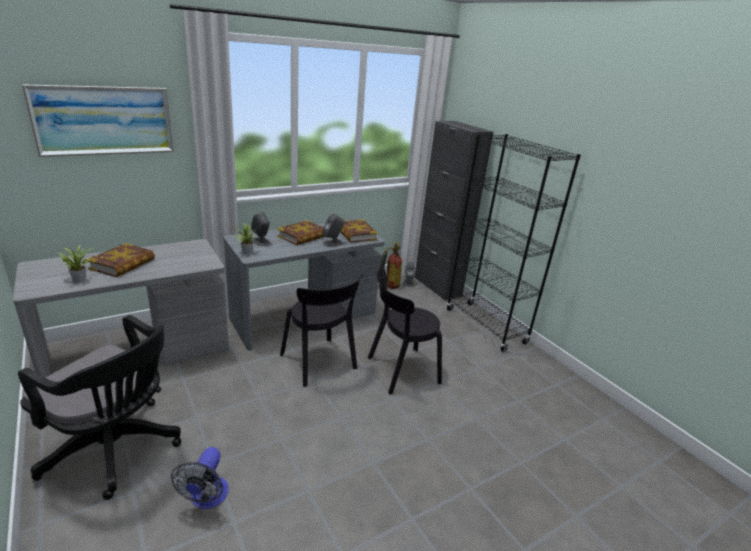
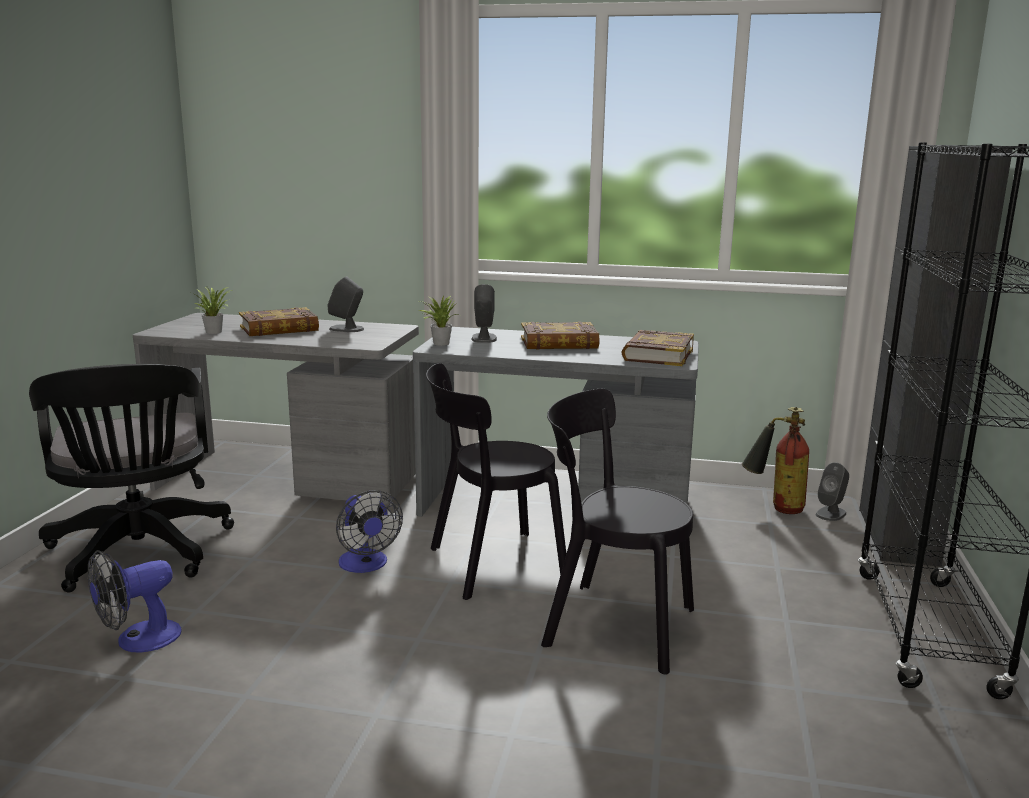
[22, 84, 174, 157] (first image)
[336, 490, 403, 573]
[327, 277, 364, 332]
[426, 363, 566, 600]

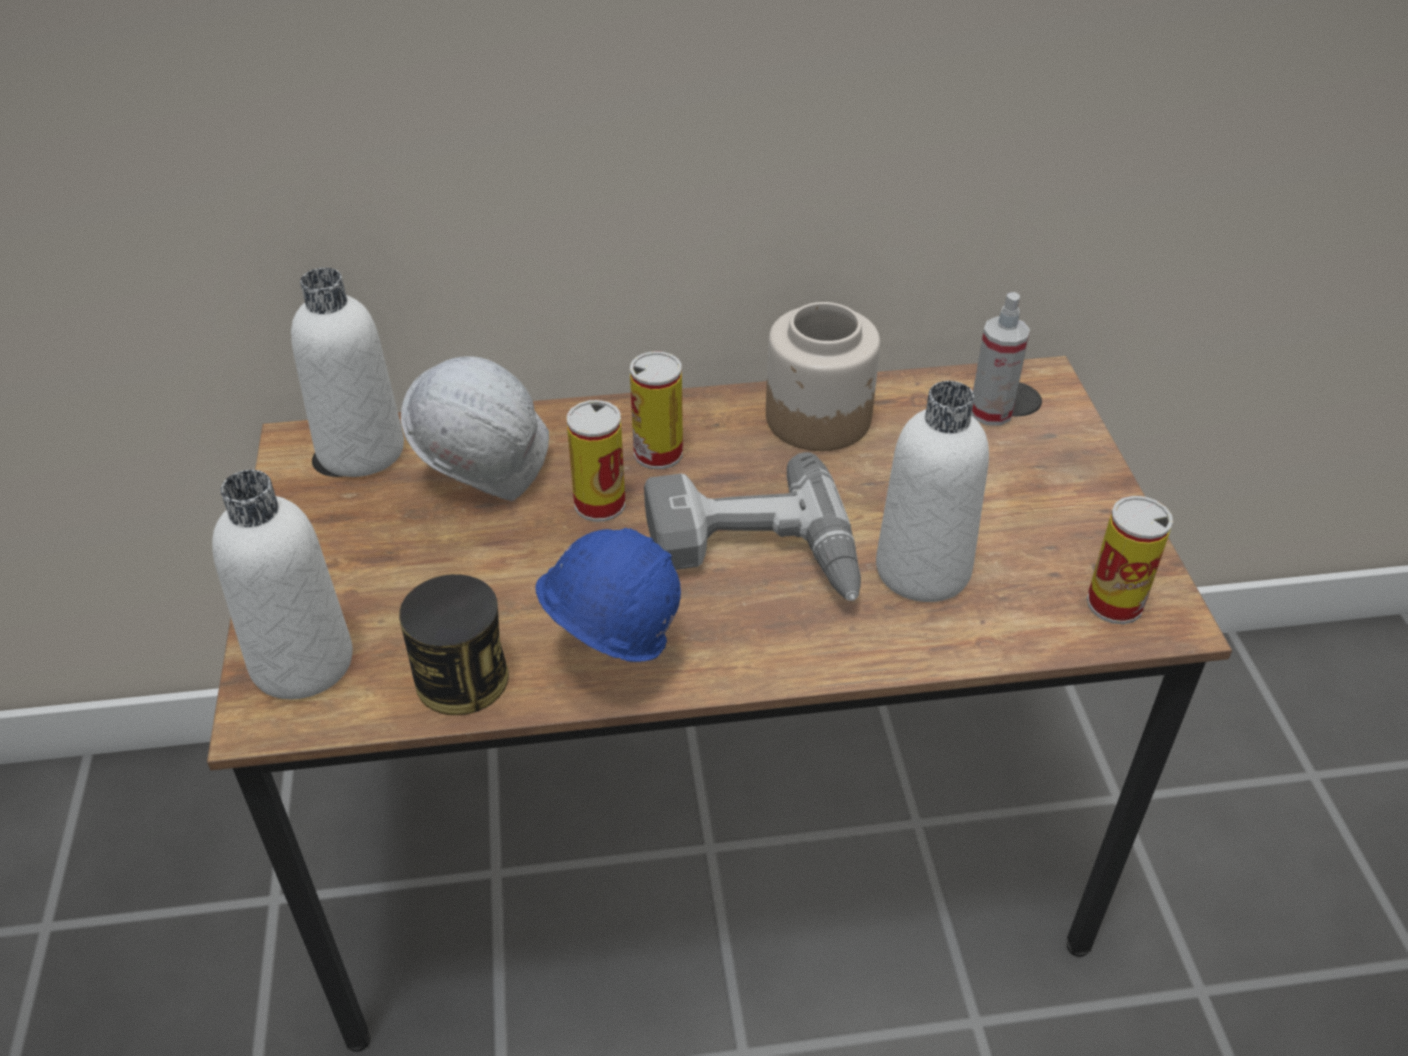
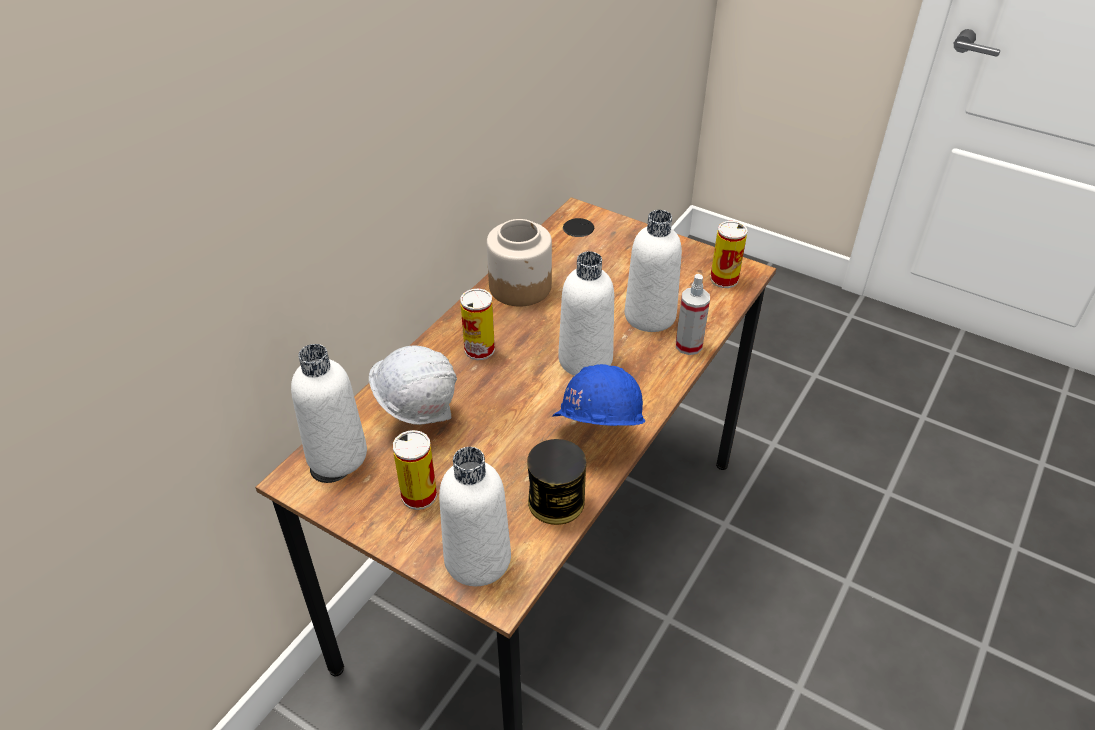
[393, 430, 437, 510]
[676, 274, 710, 355]
[558, 251, 614, 376]

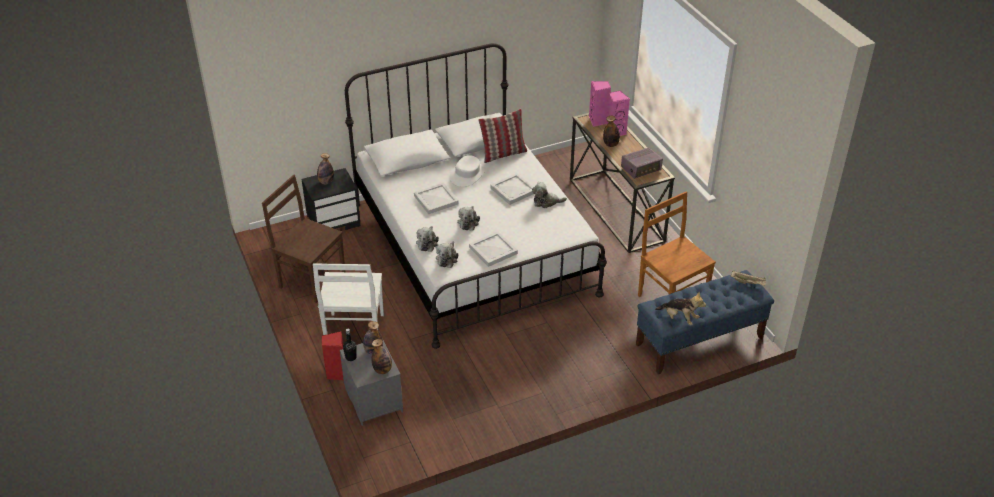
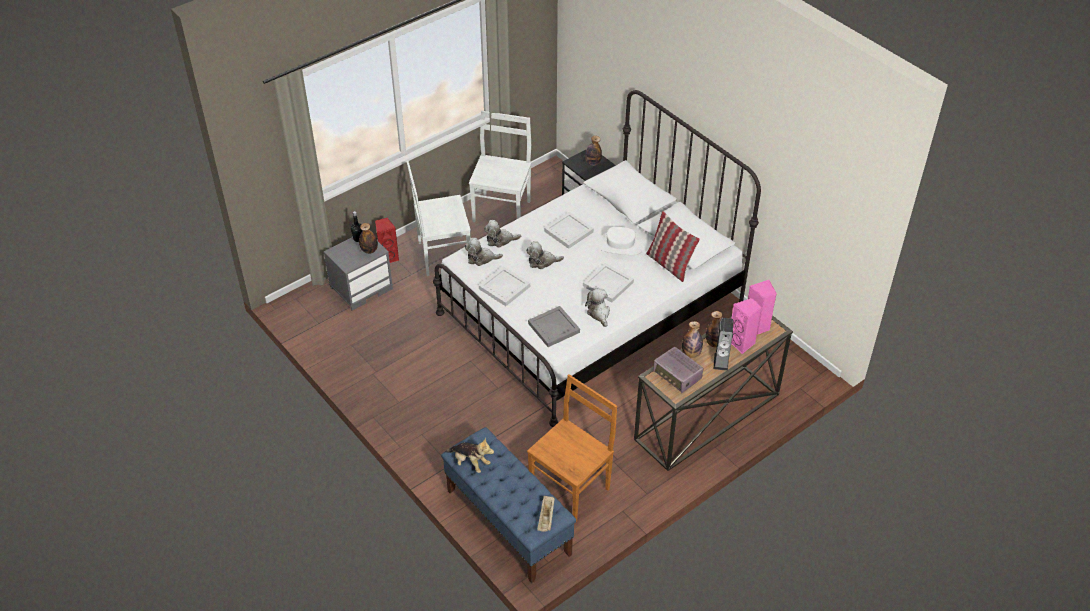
[528, 306, 580, 347]
[714, 318, 734, 371]
[682, 321, 703, 358]
[469, 111, 532, 222]
[445, 438, 494, 473]

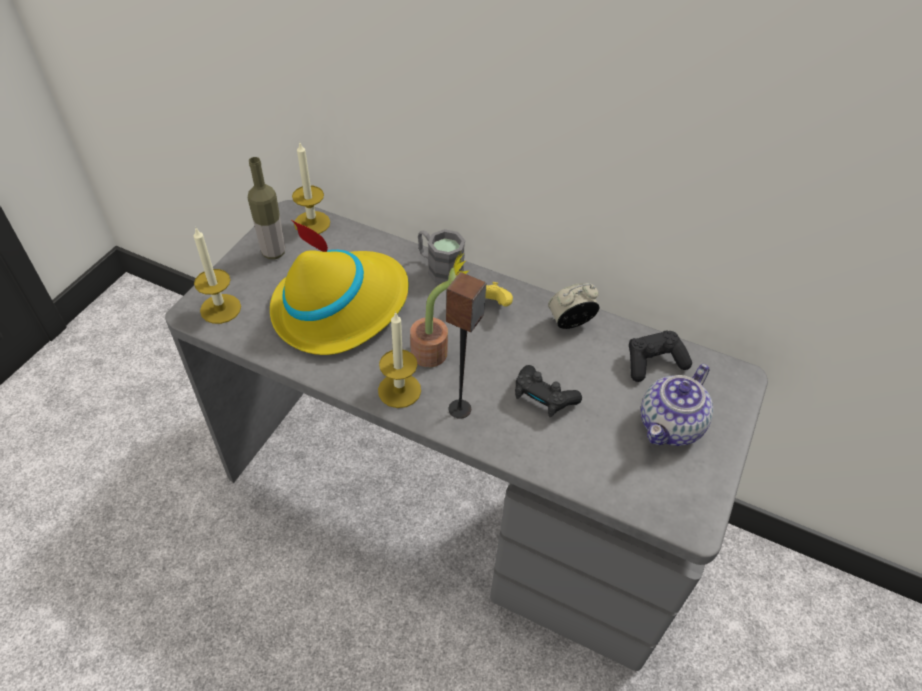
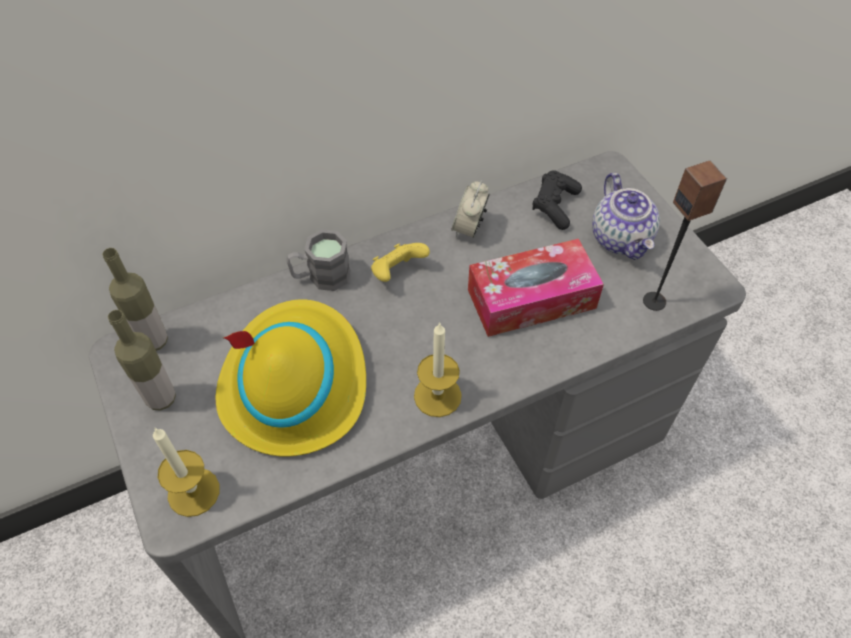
[410, 249, 470, 367] (first image)
[643, 161, 727, 311]
[102, 248, 168, 351]
[468, 239, 604, 337]

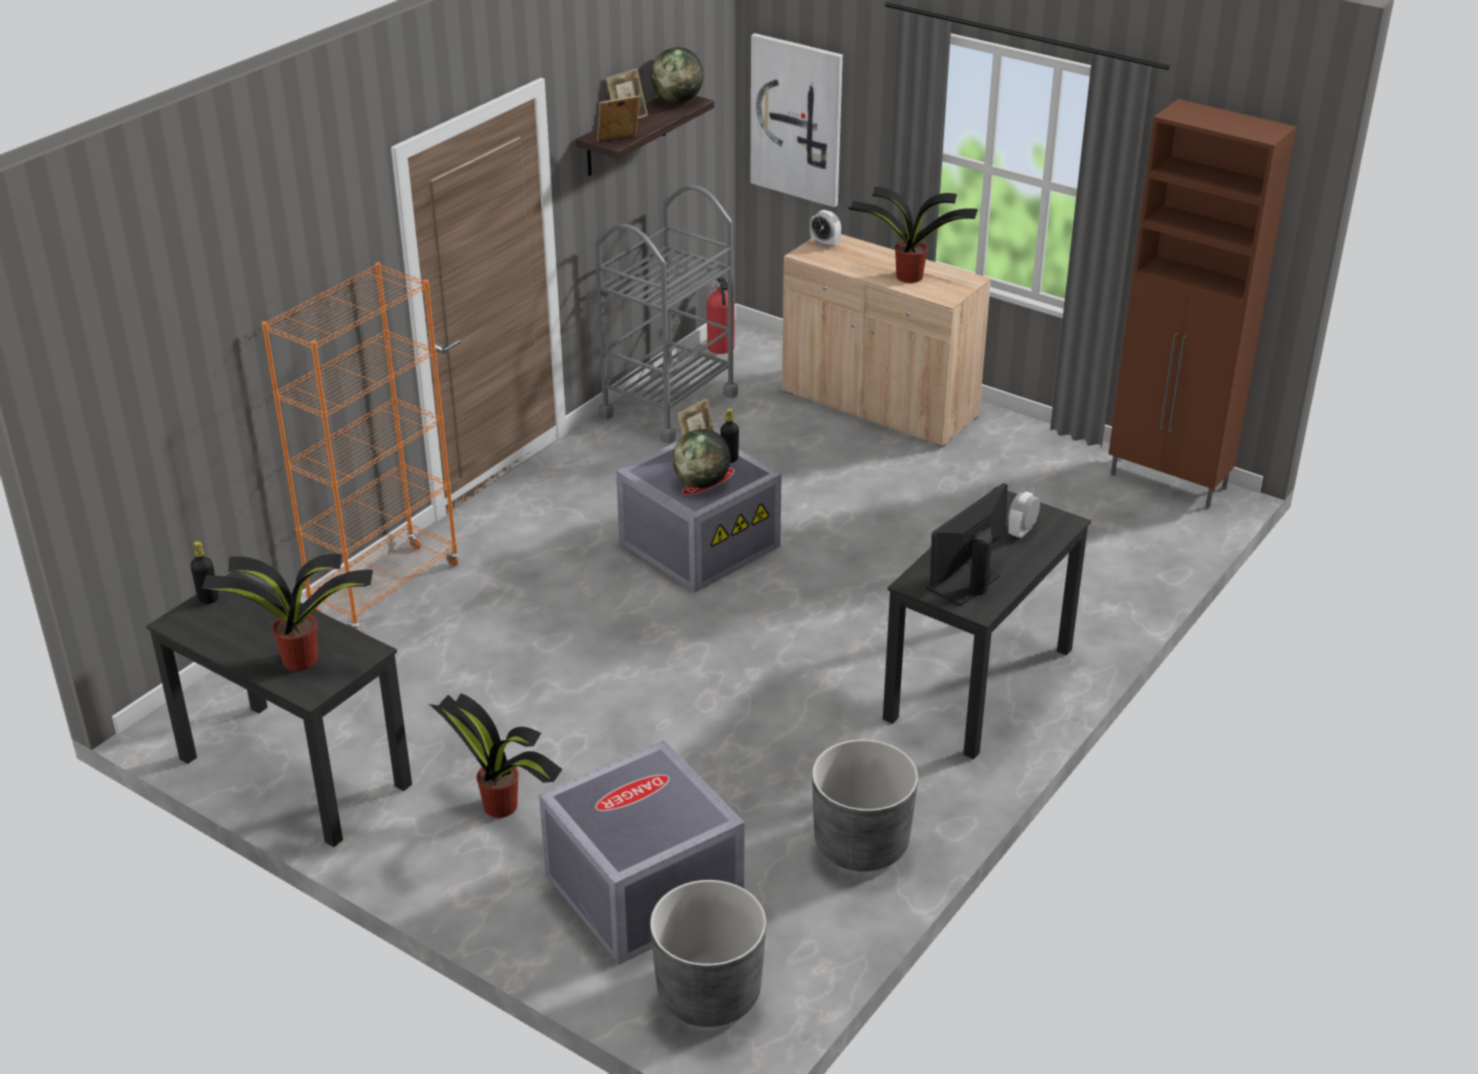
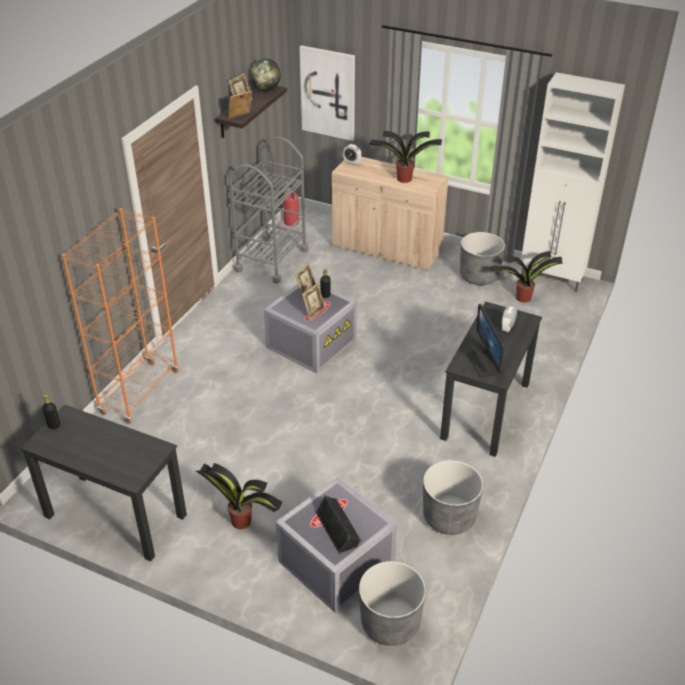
[316, 495, 361, 554]
[460, 232, 505, 285]
[492, 251, 564, 303]
[302, 283, 325, 320]
[520, 72, 625, 292]
[468, 304, 504, 378]

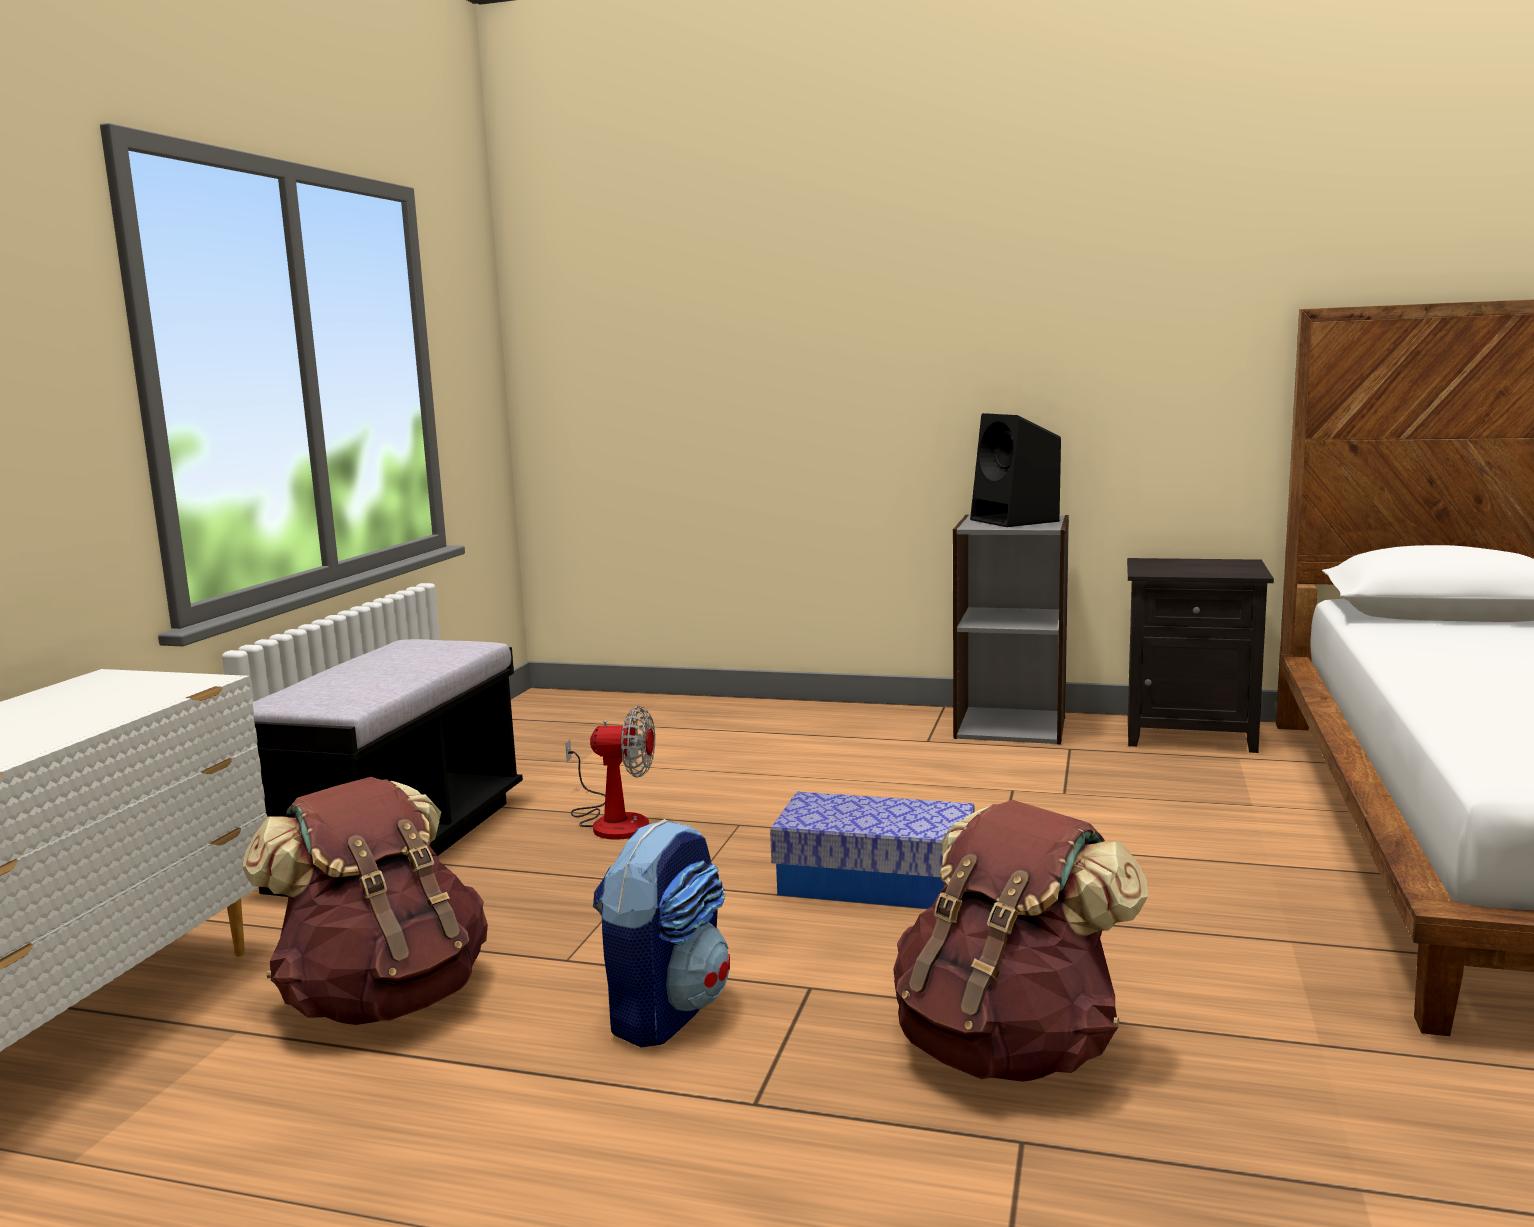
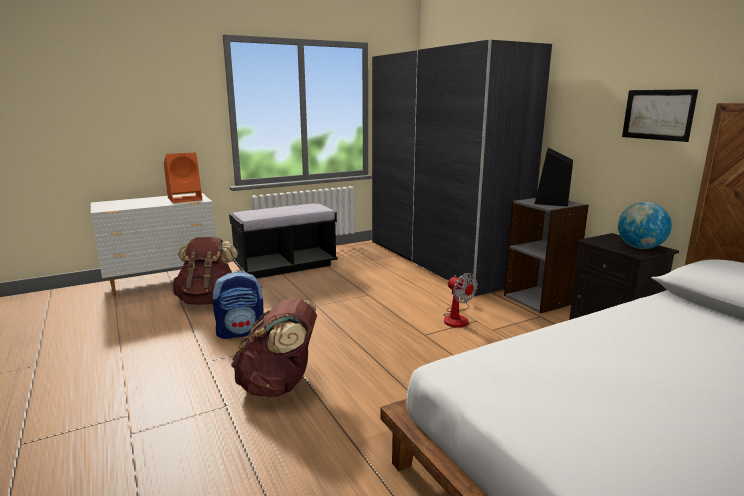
[770, 792, 975, 909] (first image)
[164, 153, 203, 203]
[372, 40, 552, 296]
[618, 202, 672, 249]
[622, 89, 698, 142]
[443, 273, 478, 328]

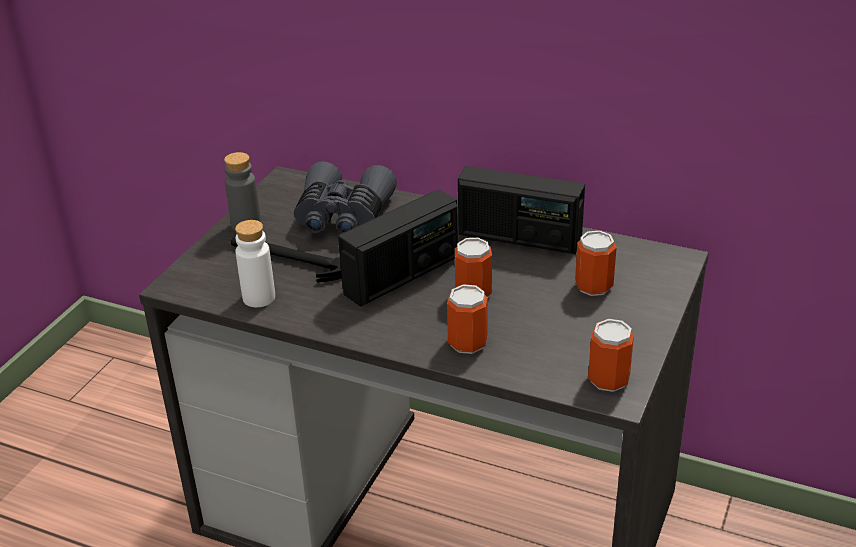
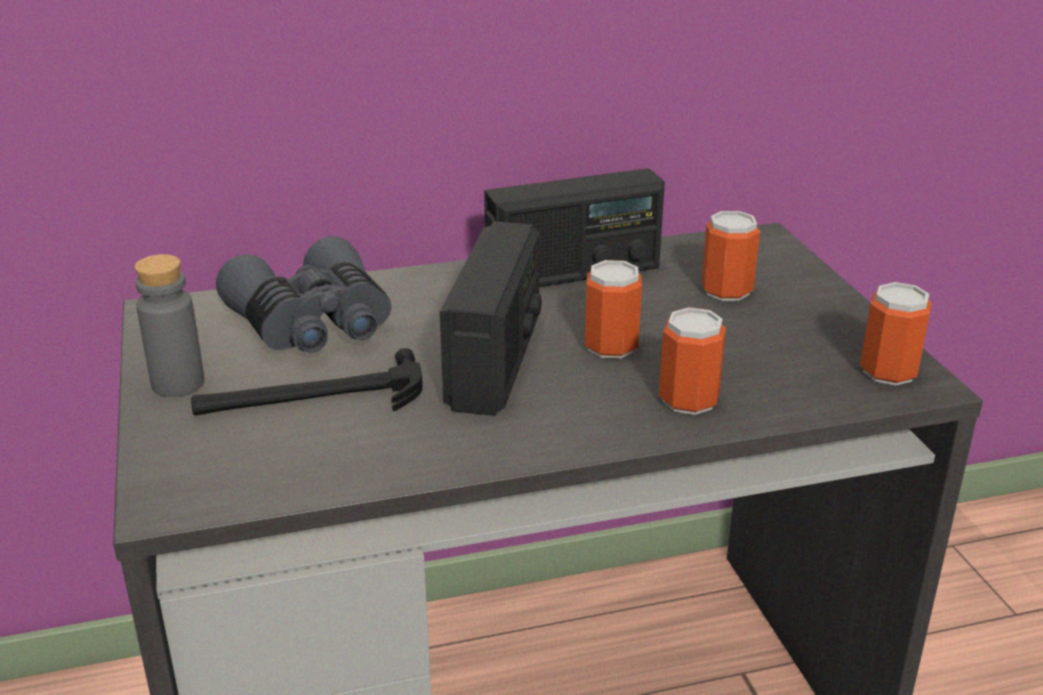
[235, 220, 275, 307] (first image)

